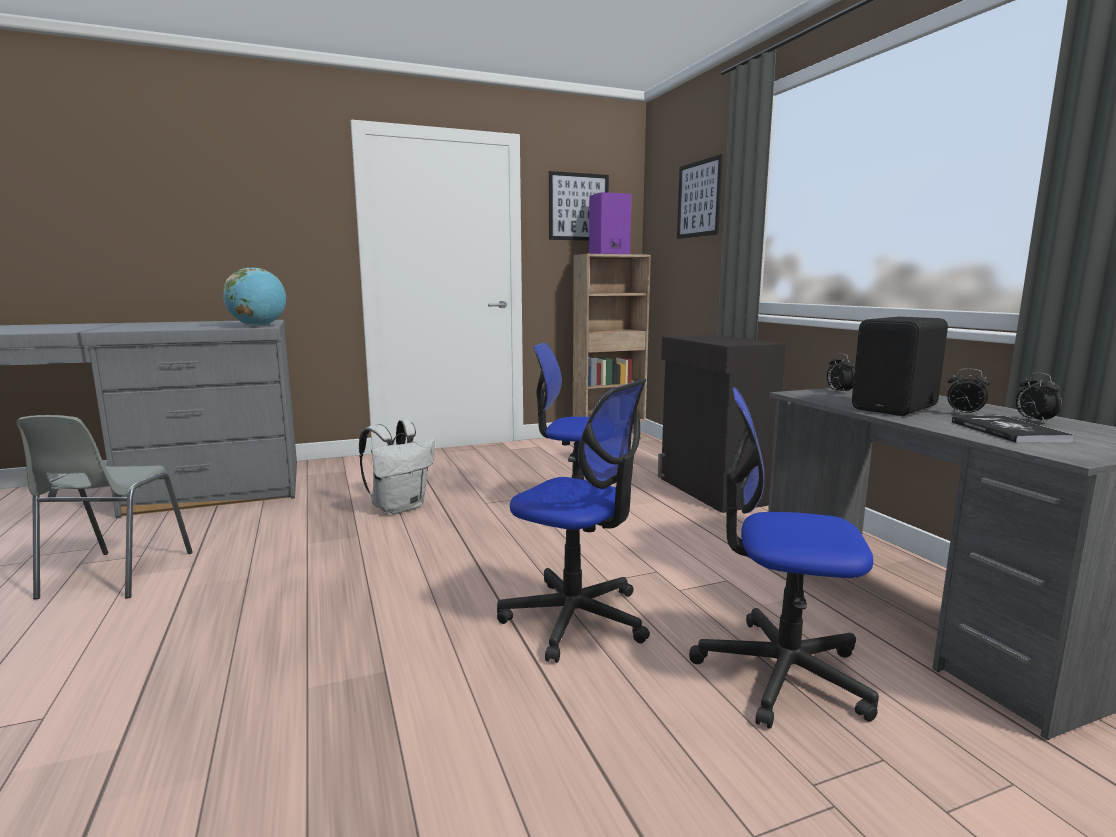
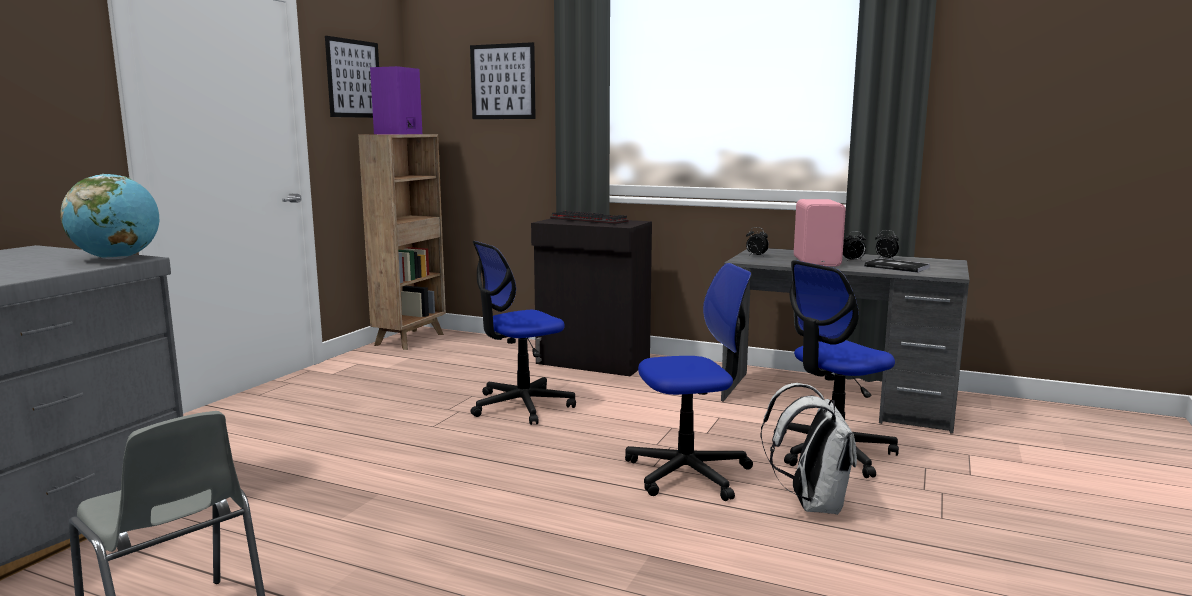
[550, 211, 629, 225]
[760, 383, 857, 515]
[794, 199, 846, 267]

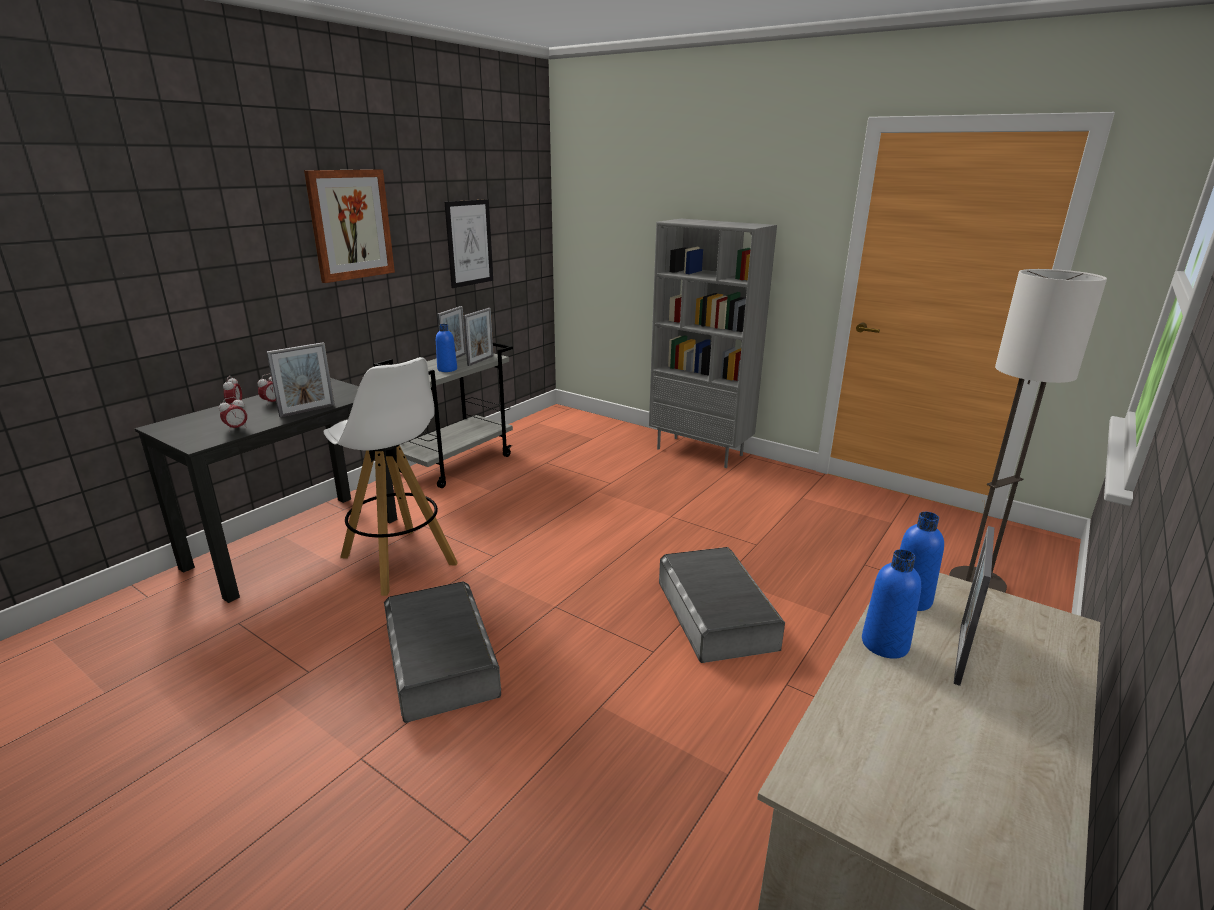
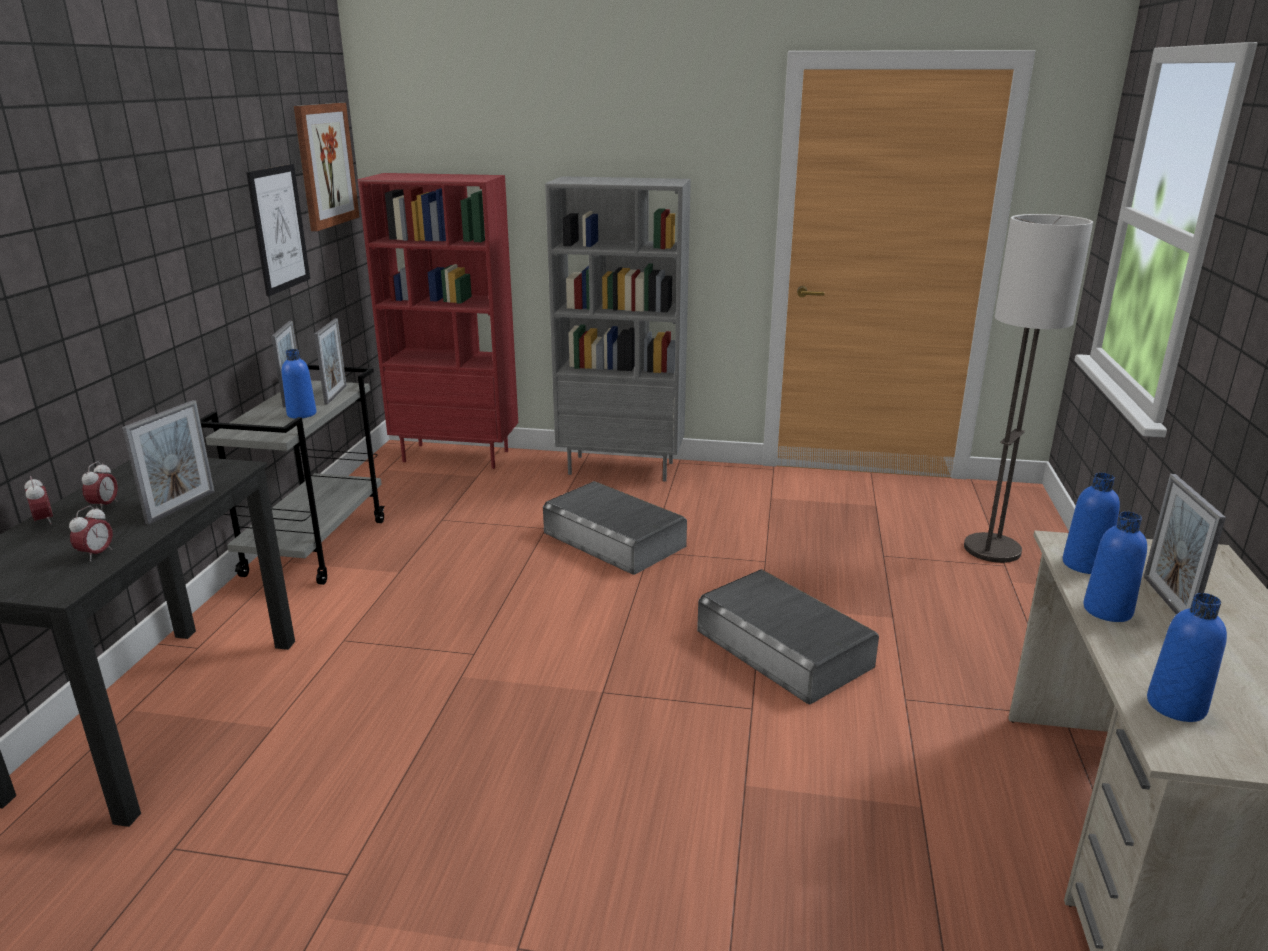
[323, 357, 458, 596] (first image)
[357, 173, 518, 469]
[1147, 593, 1227, 722]
[294, 103, 360, 231]
[543, 481, 687, 575]

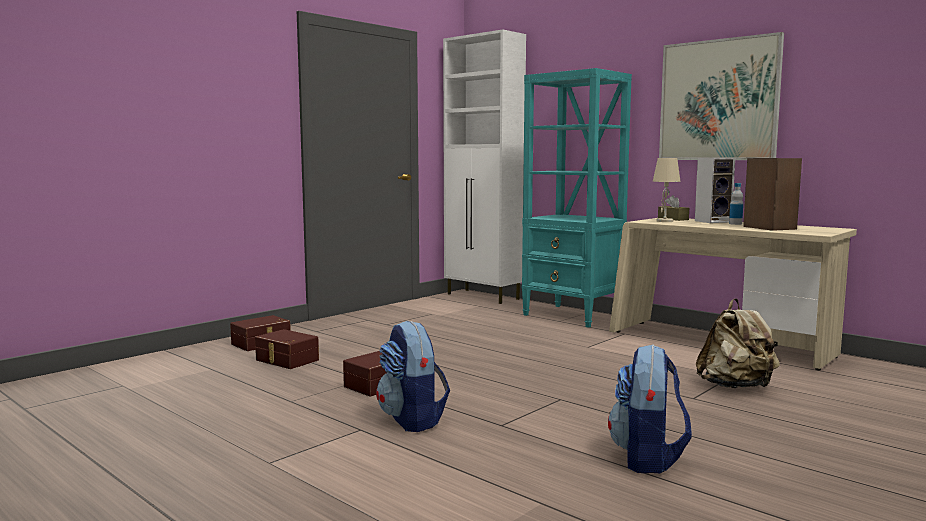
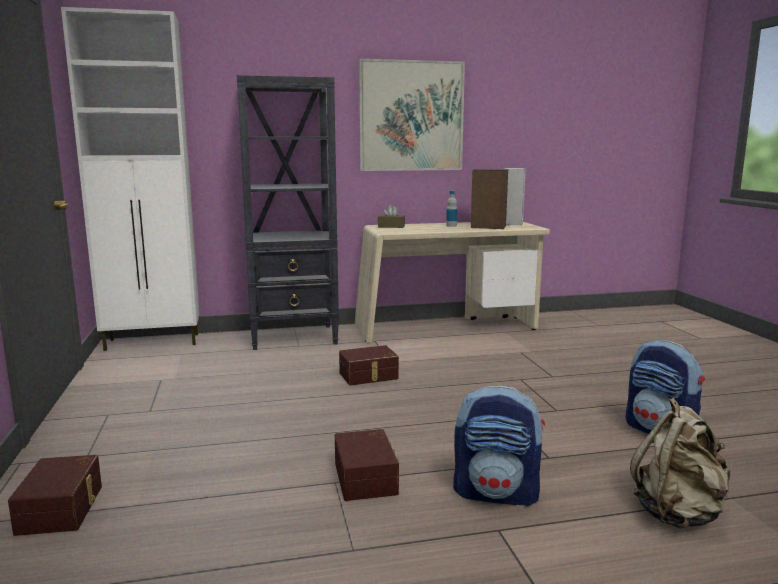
[653, 158, 681, 222] (first image)
[339, 345, 399, 385]
[504, 168, 526, 225]
[630, 398, 731, 529]
[237, 75, 339, 350]

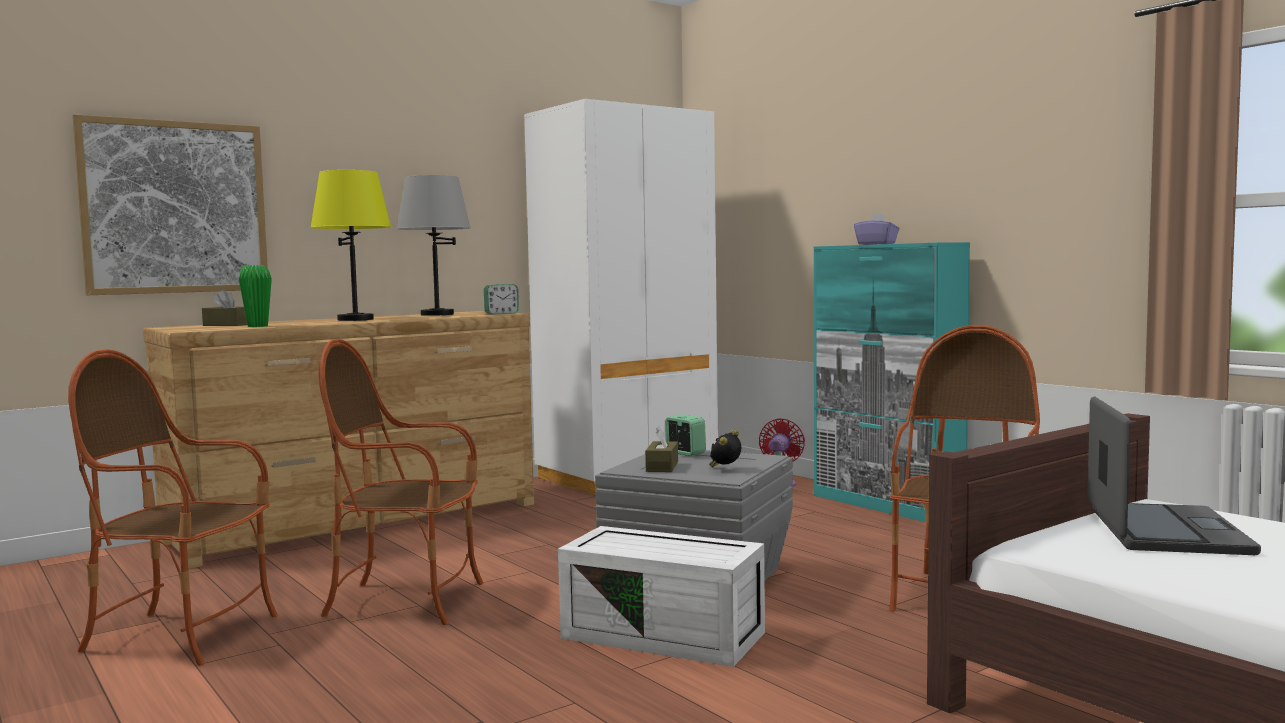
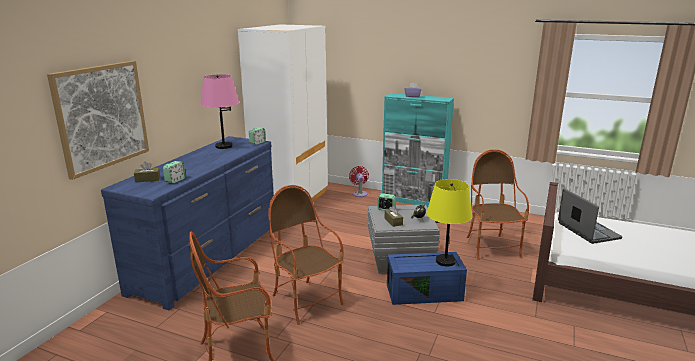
[427, 179, 473, 267]
[163, 161, 186, 183]
[101, 136, 274, 310]
[200, 74, 239, 149]
[387, 252, 467, 305]
[268, 185, 344, 325]

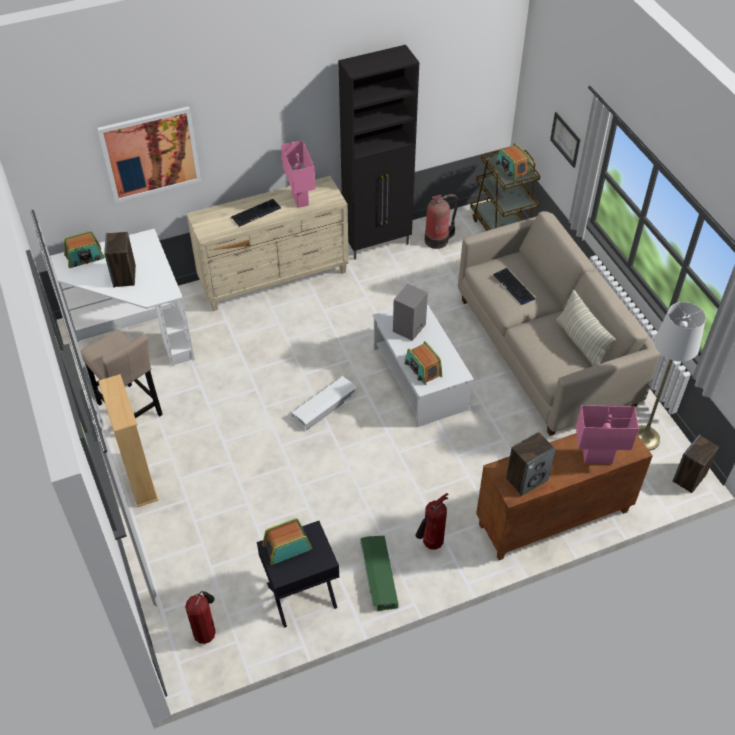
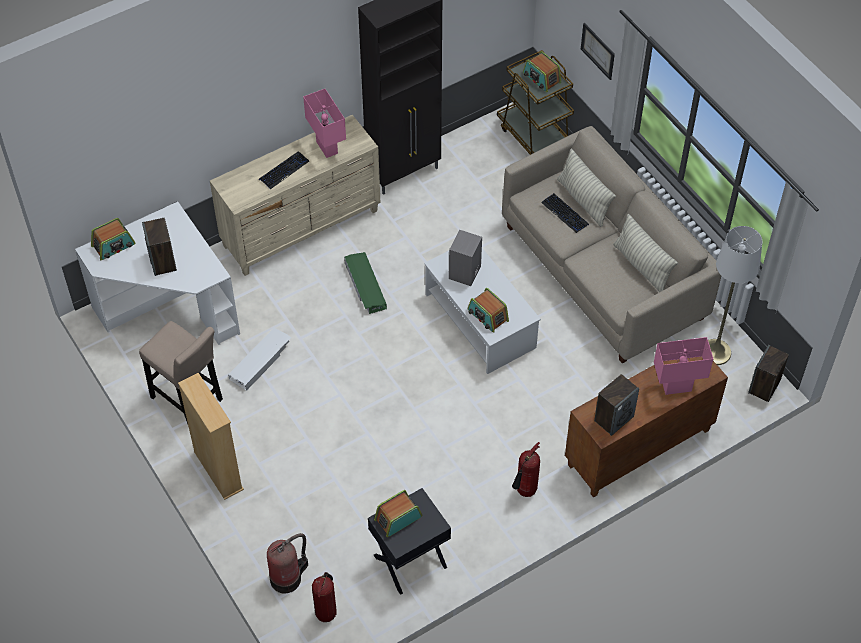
[98, 106, 201, 203] (first image)
[557, 149, 616, 227]
[228, 328, 291, 391]
[344, 252, 387, 314]
[267, 533, 308, 593]

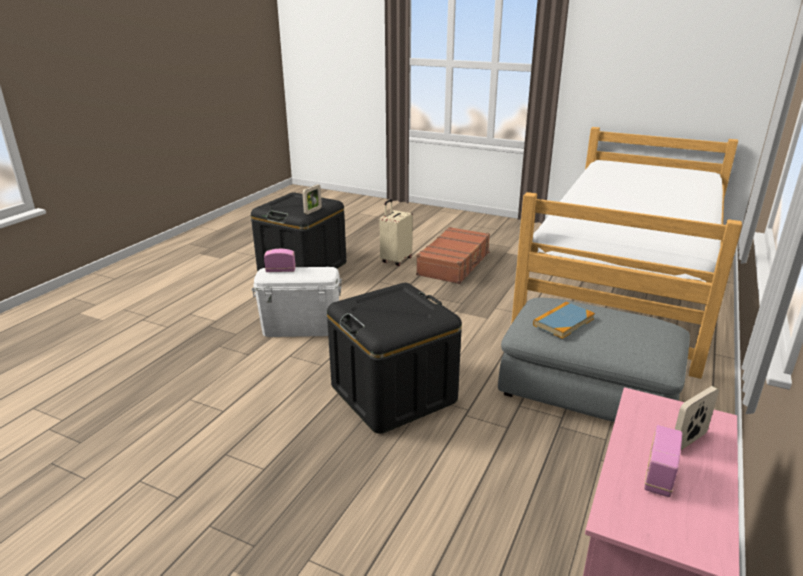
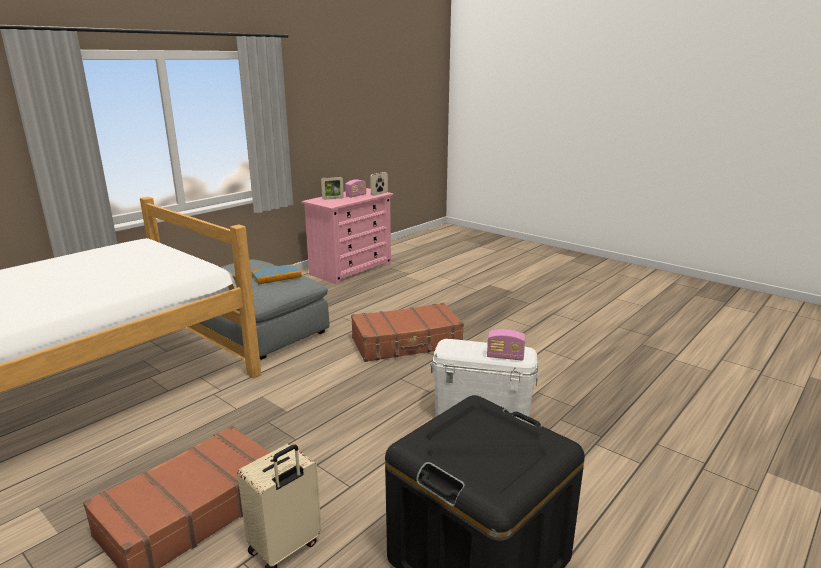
[370, 172, 388, 195]
[351, 303, 464, 362]

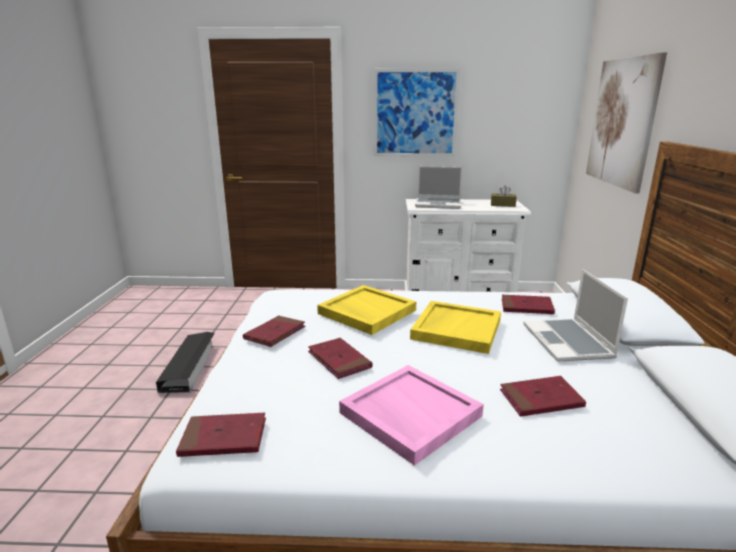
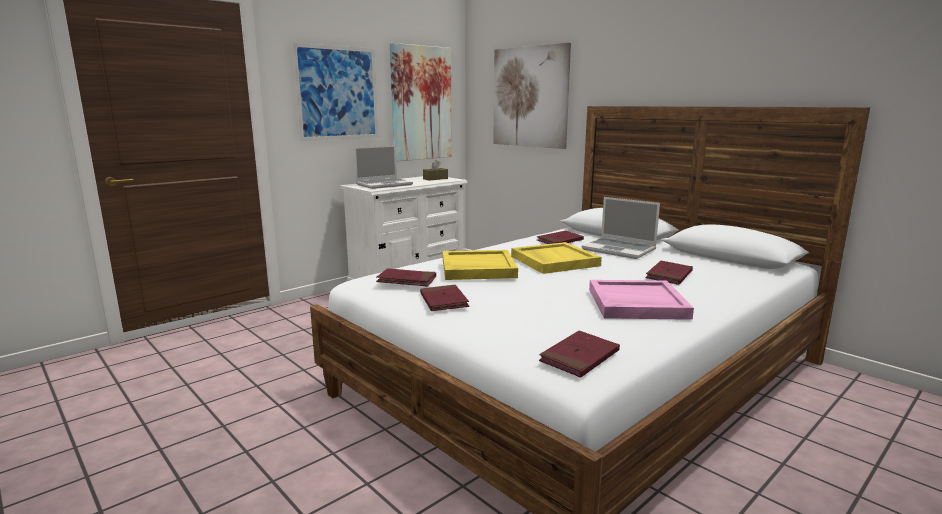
[156, 332, 215, 393] (first image)
[390, 43, 452, 162]
[376, 268, 436, 287]

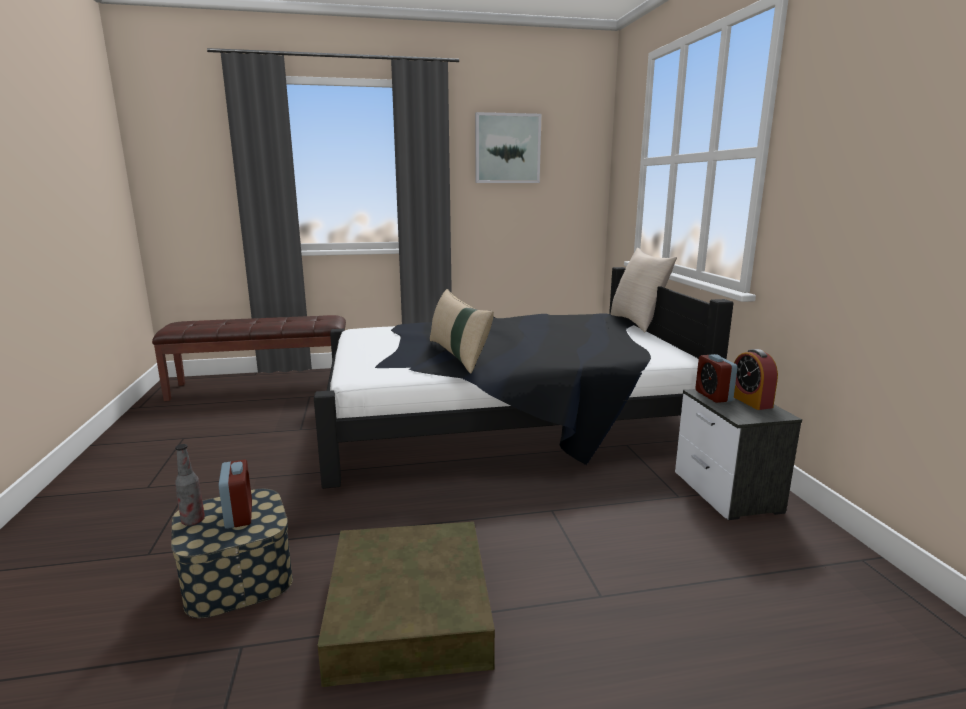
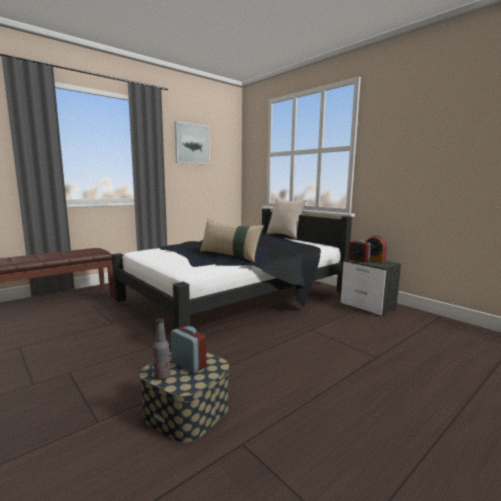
[317, 521, 495, 687] (first image)

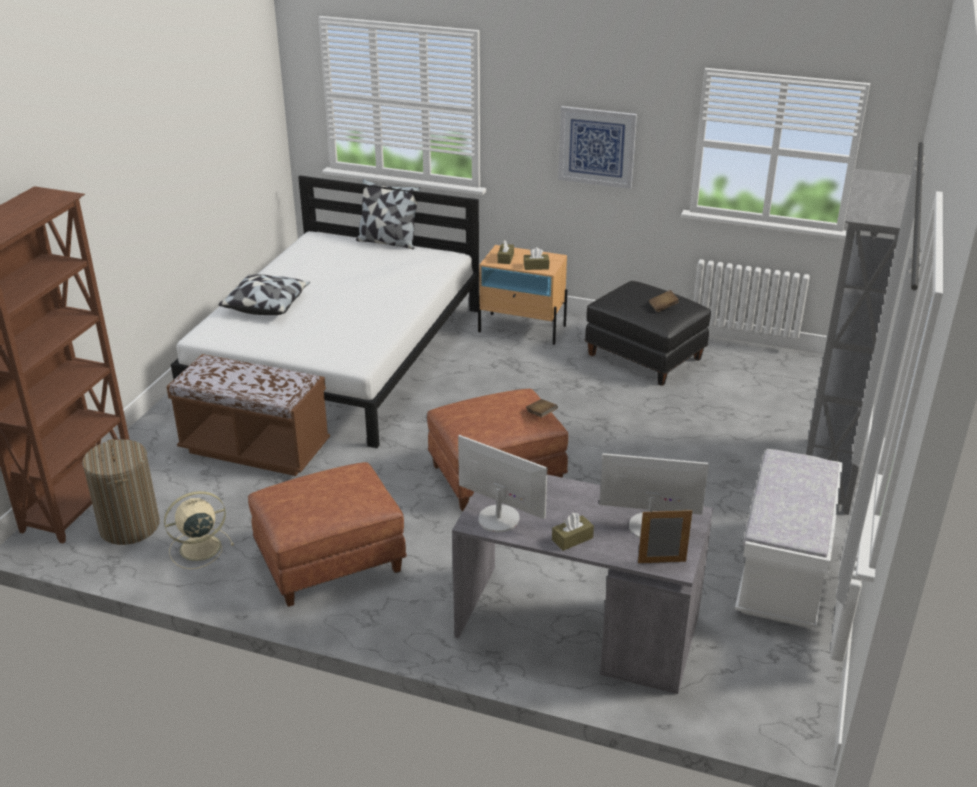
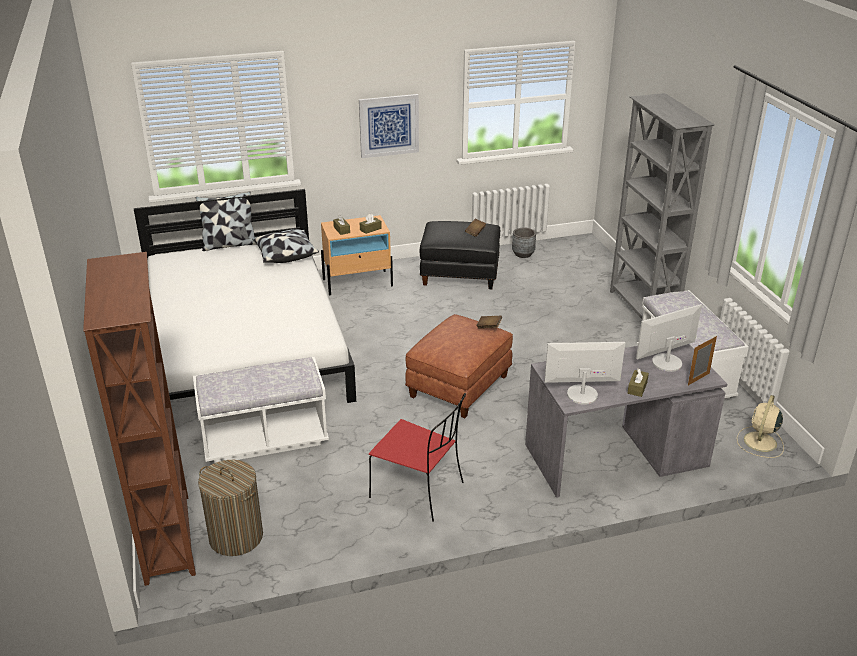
[512, 228, 536, 258]
[737, 395, 784, 458]
[252, 229, 319, 263]
[369, 393, 466, 522]
[193, 357, 329, 463]

